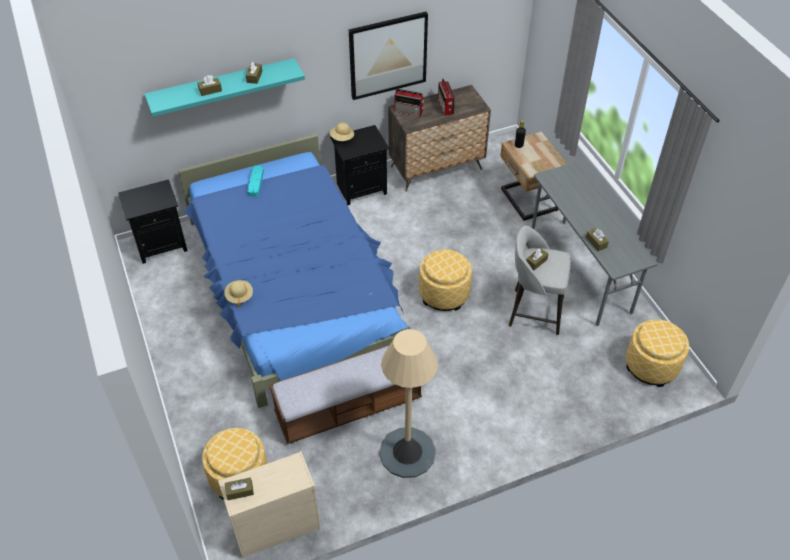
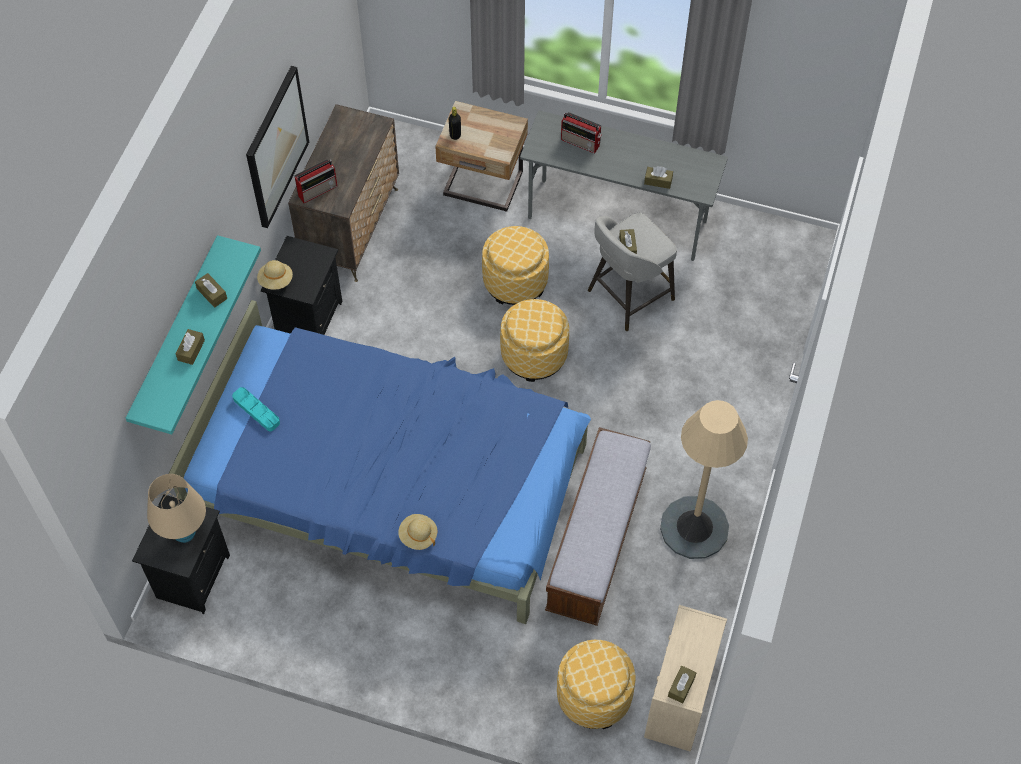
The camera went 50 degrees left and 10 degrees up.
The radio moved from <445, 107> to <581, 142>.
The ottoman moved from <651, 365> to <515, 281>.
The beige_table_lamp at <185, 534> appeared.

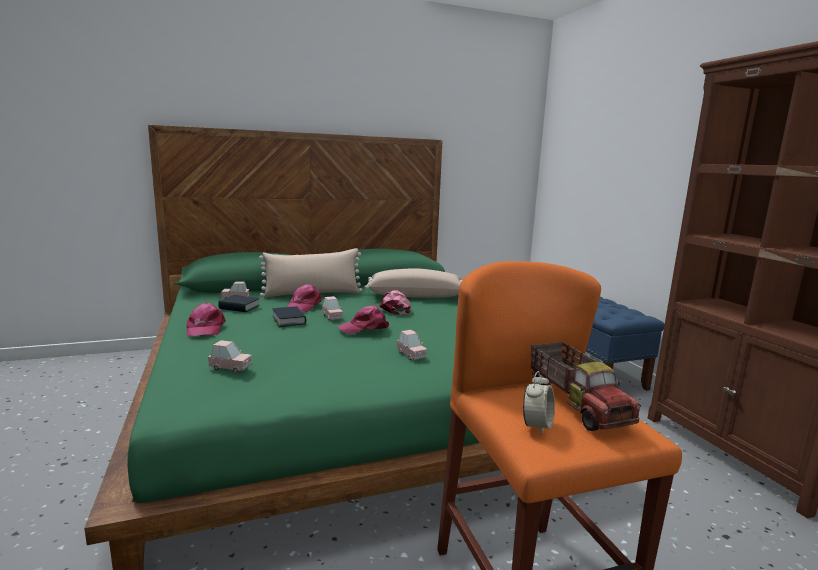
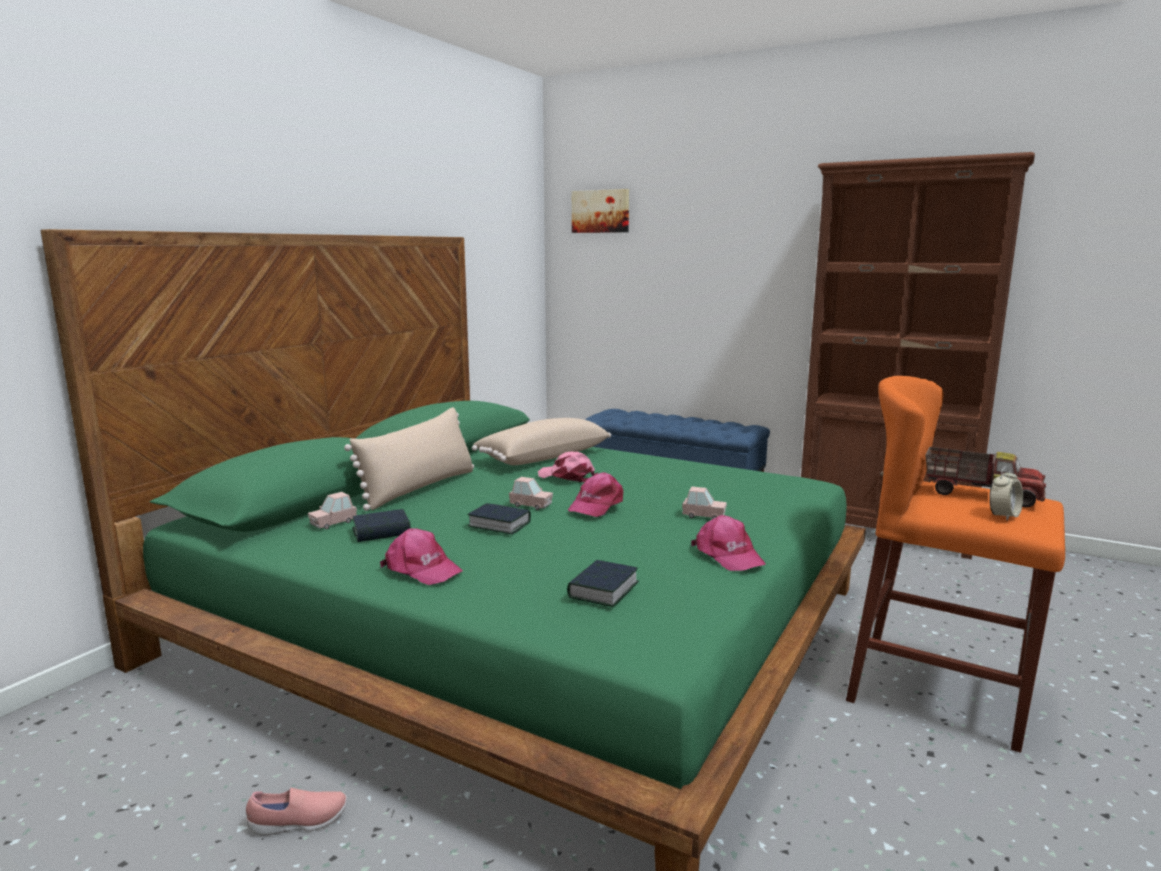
The camera went 40 degrees left and 0 degrees up.
The pink_toy_car at <230, 367> was replaced by the book at <603, 590>.
The pink_cap moved from <304, 305> to <728, 555>.
The alarm_clock at <537, 426> turned 60 degrees clockwise.
The pink_shoe at <299, 823> appeared.
The picture at <601, 211> appeared.

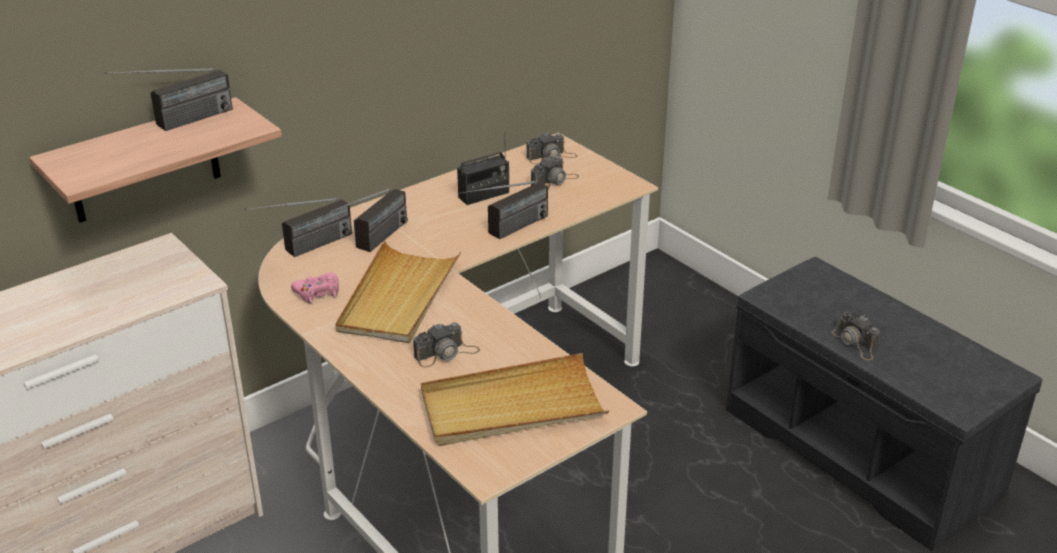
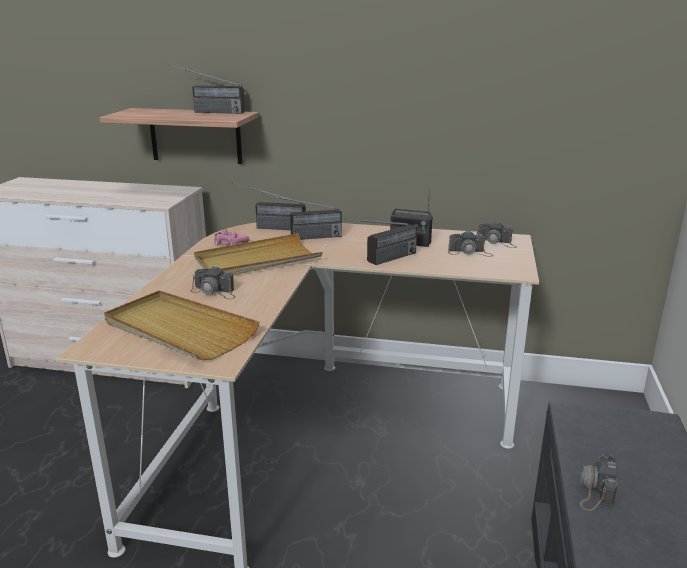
The camera went 50 degrees right and 10 degrees down.
The radio at <506, 231> turned 45 degrees counterclockwise.

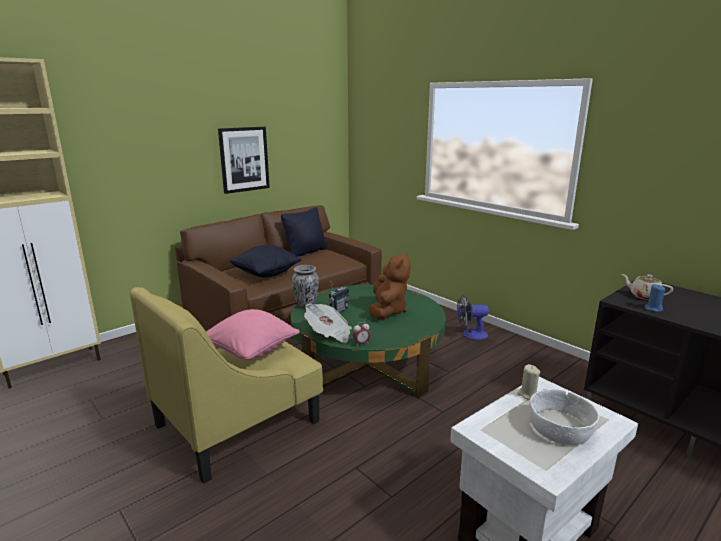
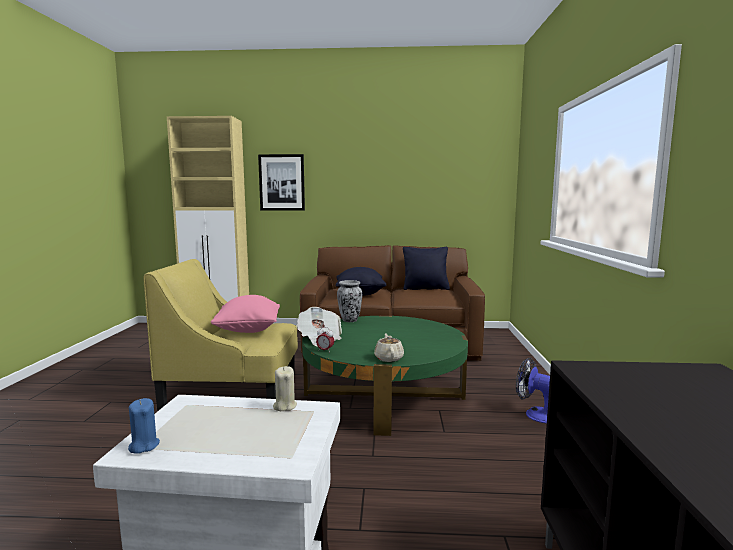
The camera went 45 degrees right and 10 degrees down.
The picture moved from <244, 159> to <282, 182>.
The radio at <339, 311> disappeared.
The brown_plush_toy at <387, 311> disappeared.
The white_bowl at <560, 428> disappeared.
The beige_teapot moved from <644, 296> to <389, 358>.
The blue_candle moved from <653, 309> to <144, 446>.

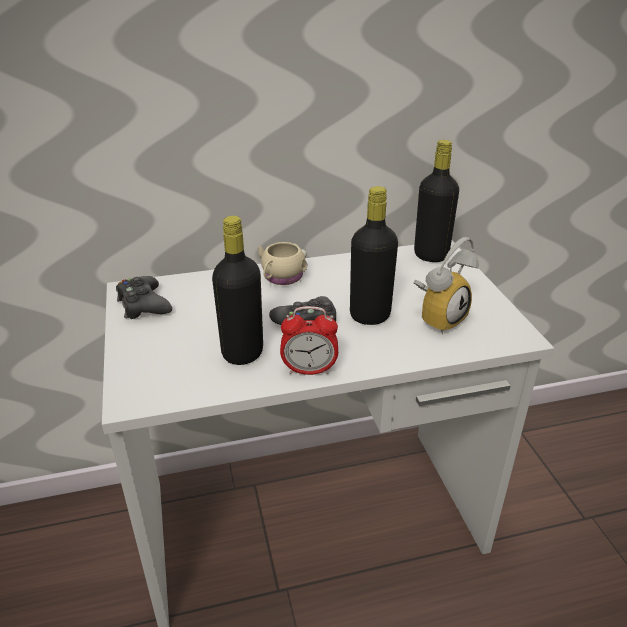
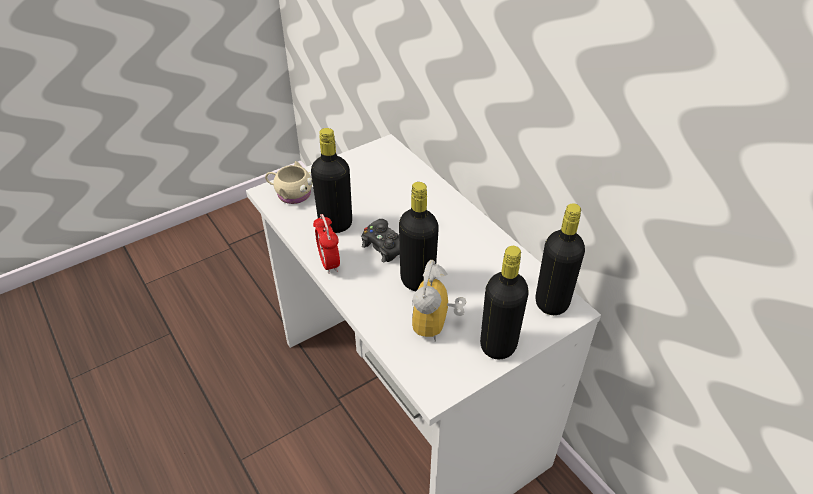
The camera went 70 degrees right and 10 degrees up.
The black_game_controller at <143, 305> disappeared.
The beige_mug moved from <281, 278> to <291, 194>.
The alarm_clock at <438, 318> turned 75 degrees clockwise.
The black_bottle at <498, 345> appeared.

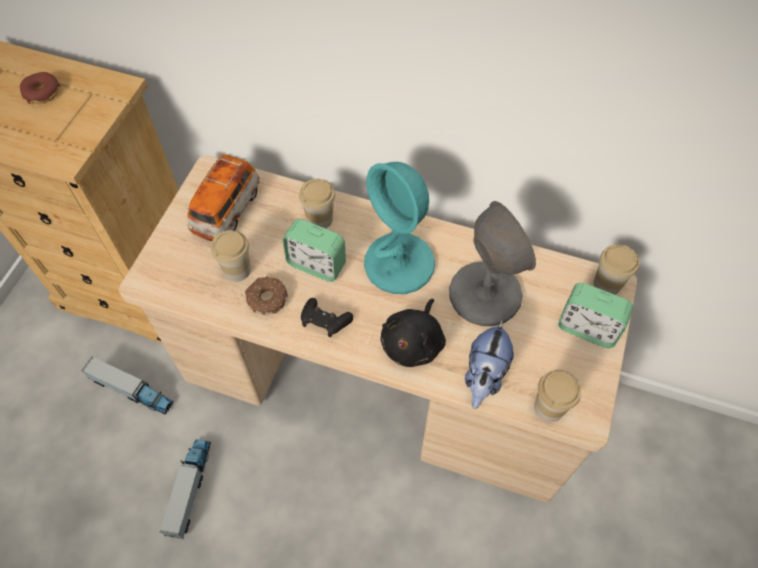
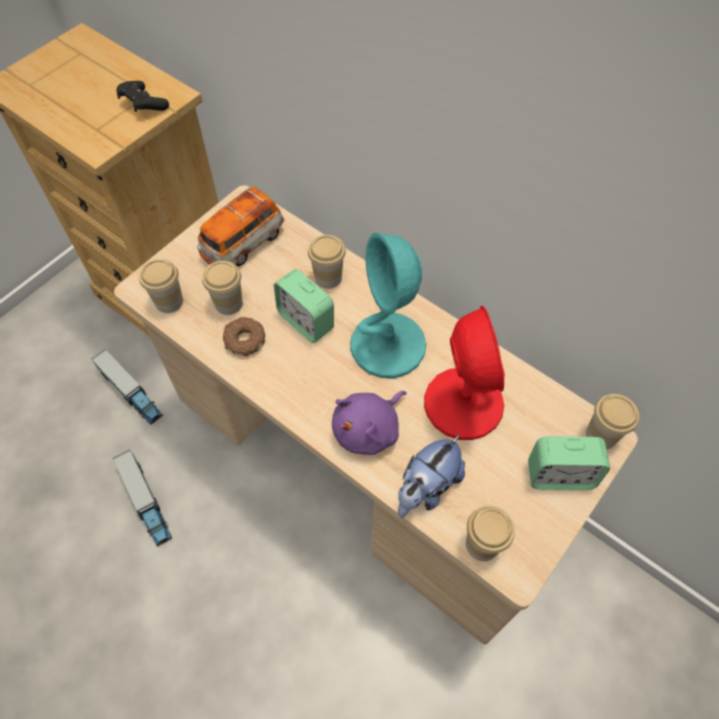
The camera went 20 degrees right and 0 degrees up.
The donut at <42, 92> disappeared.
The toy_truck at <190, 489> turned 120 degrees clockwise.
The black_game_controller moved from <325, 322> to <143, 105>.
The black_plush_toy at <413, 342> became the purple_plush_toy at <369, 429>.
The grey_table_lamp at <484, 294> became the red_table_lamp at <463, 404>.
The alarm_clock at <587, 328> turned 45 degrees counterclockwise.
The cup at <169, 301> appeared.

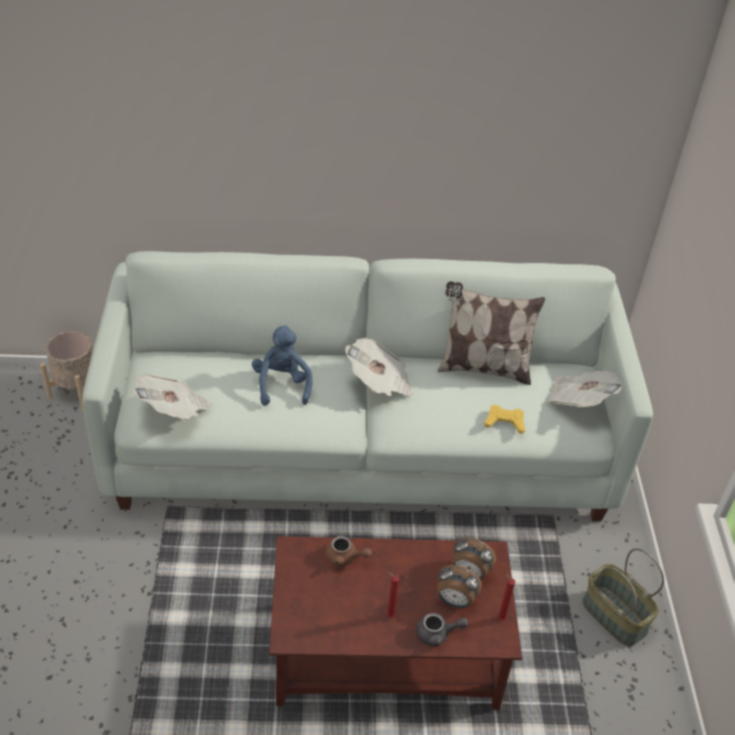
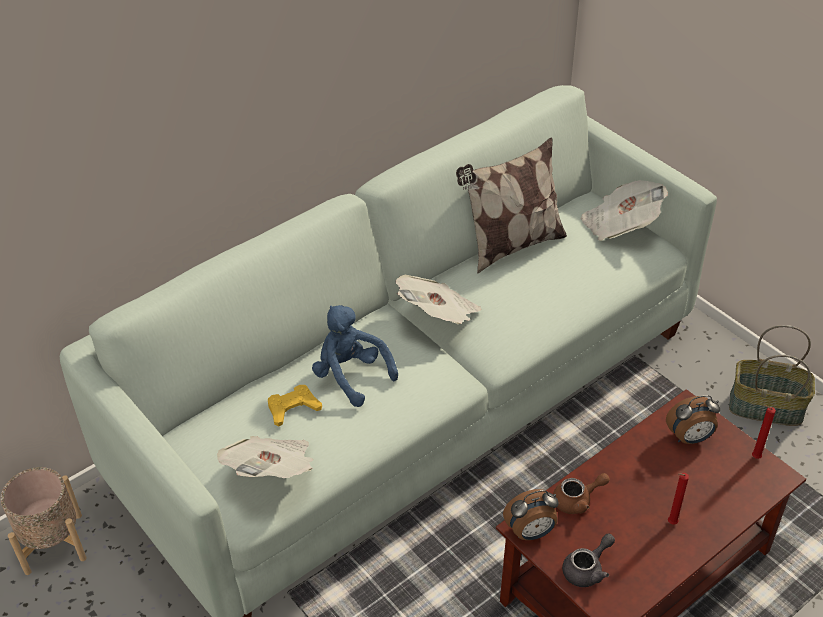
The camera went 35 degrees left and 0 degrees up.
The grey_teapot moved from <437, 634> to <587, 569>.
The alarm_clock moved from <454, 601> to <531, 532>.
The yellow_game_controller moved from <505, 422> to <293, 408>.

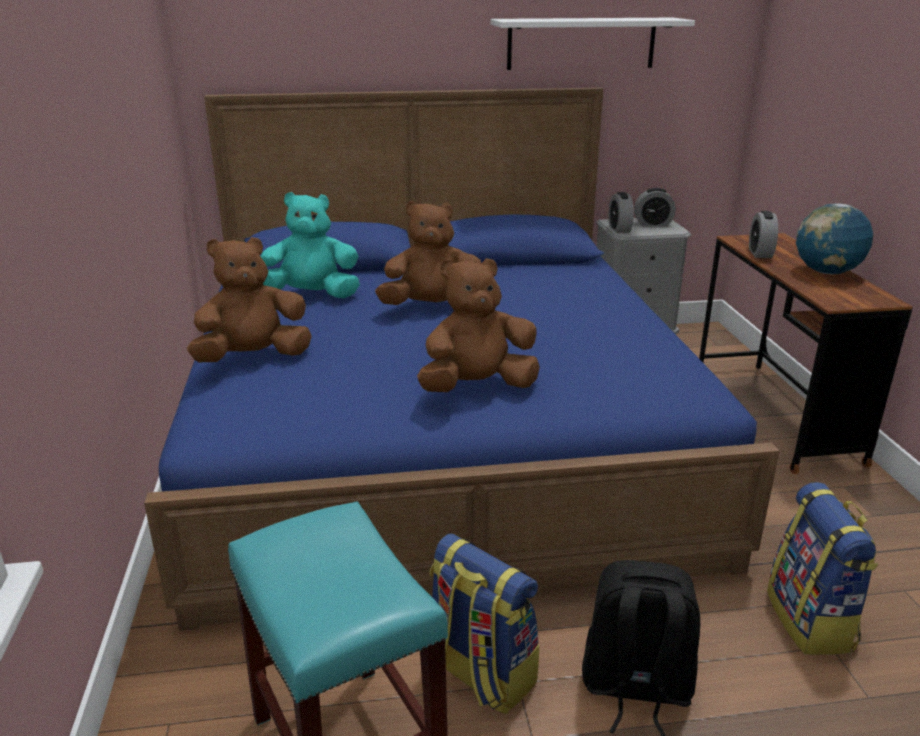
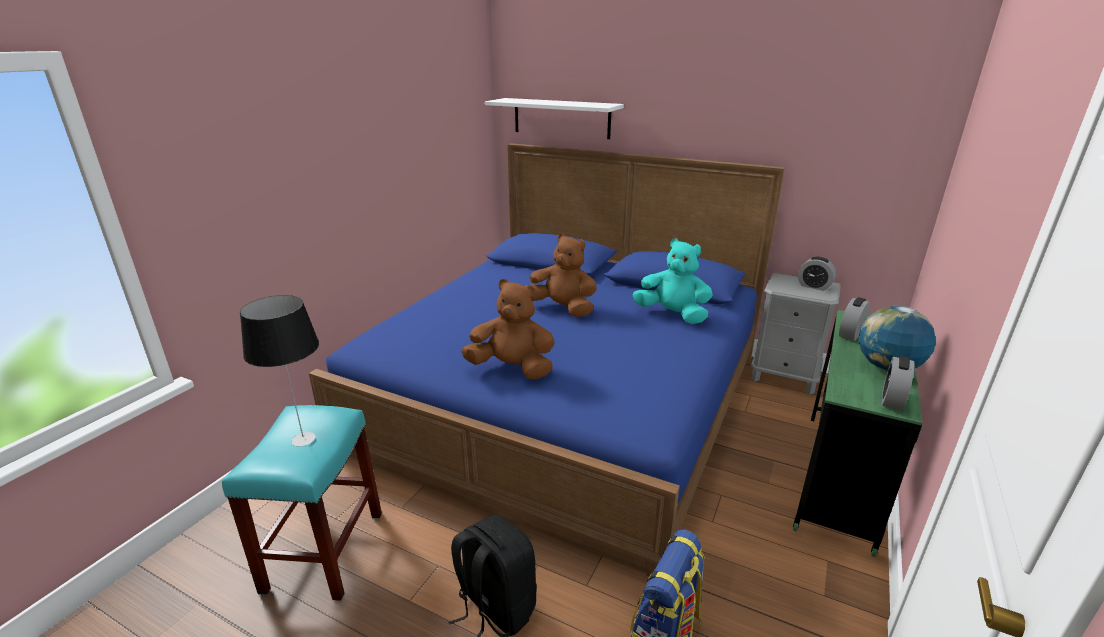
The camera went 35 degrees right and 0 degrees up.
The brown_plush_toy at <253, 357> disappeared.
The turquoise_plush_toy moved from <311, 295> to <672, 315>.
The backpack at <479, 674> disappeared.
The white_shelf moved from <581, 43> to <561, 118>.
The alarm_clock moved from <619, 229> to <892, 400>.
The brown_desk at <774, 414> became the green_desk at <838, 478>.
The table_lamp at <304, 439> appeared.

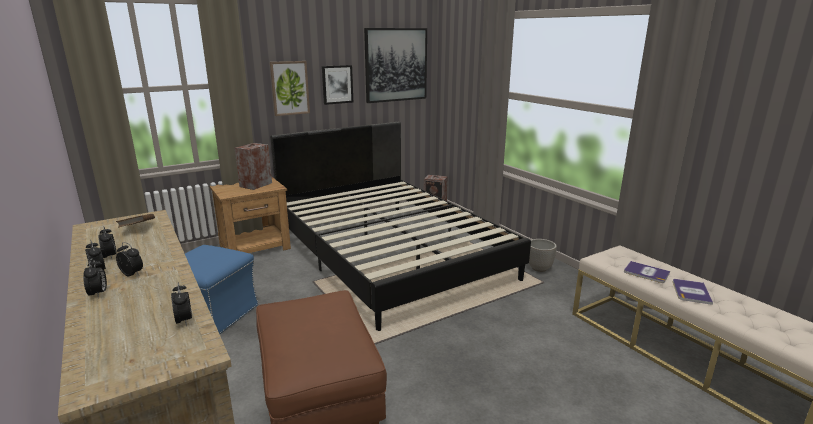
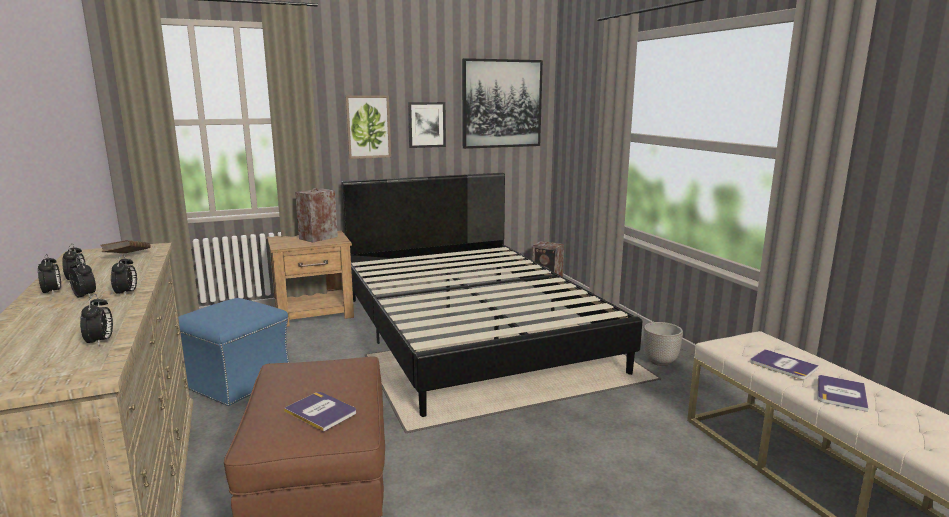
The camera went 10 degrees right and 5 degrees down.
The alarm_clock moved from <98, 293> to <127, 293>.
The book at <321, 412> appeared.

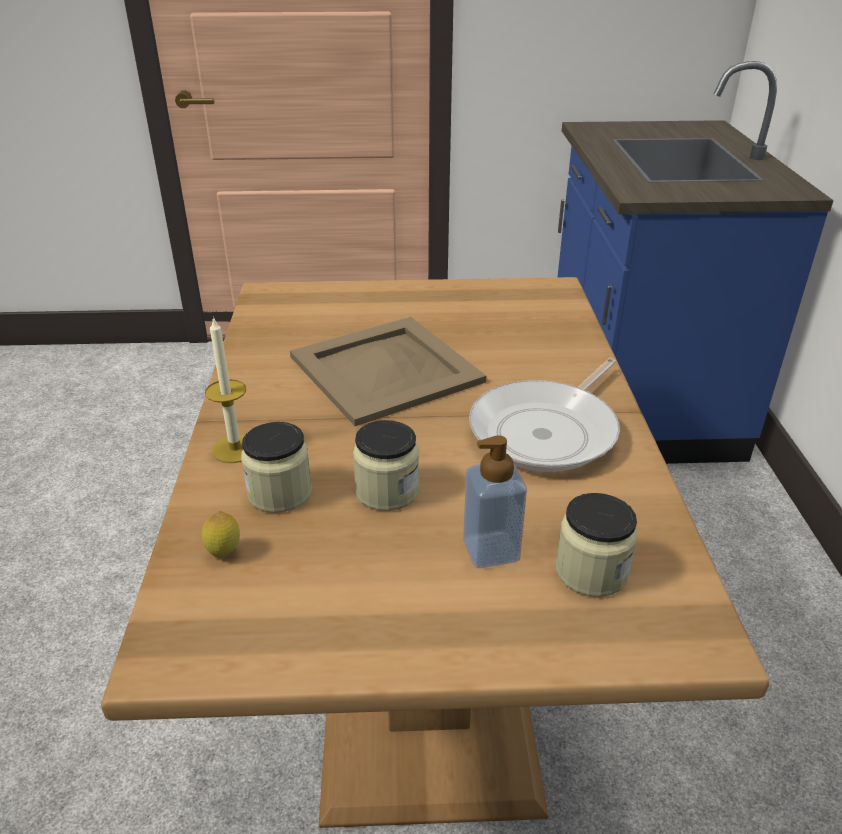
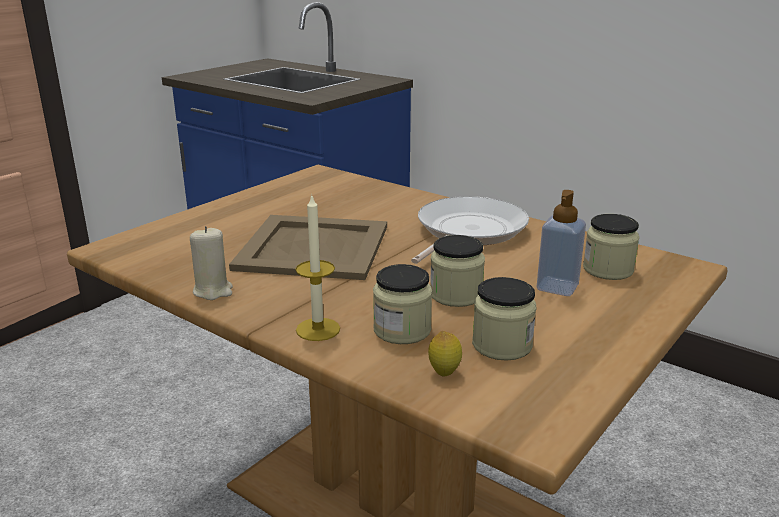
The camera went 50 degrees left and 10 degrees down.
The frying_pan at <548, 431> turned 135 degrees counterclockwise.
The beige_candle at <213, 291> appeared.
The jar at <502, 345> appeared.

